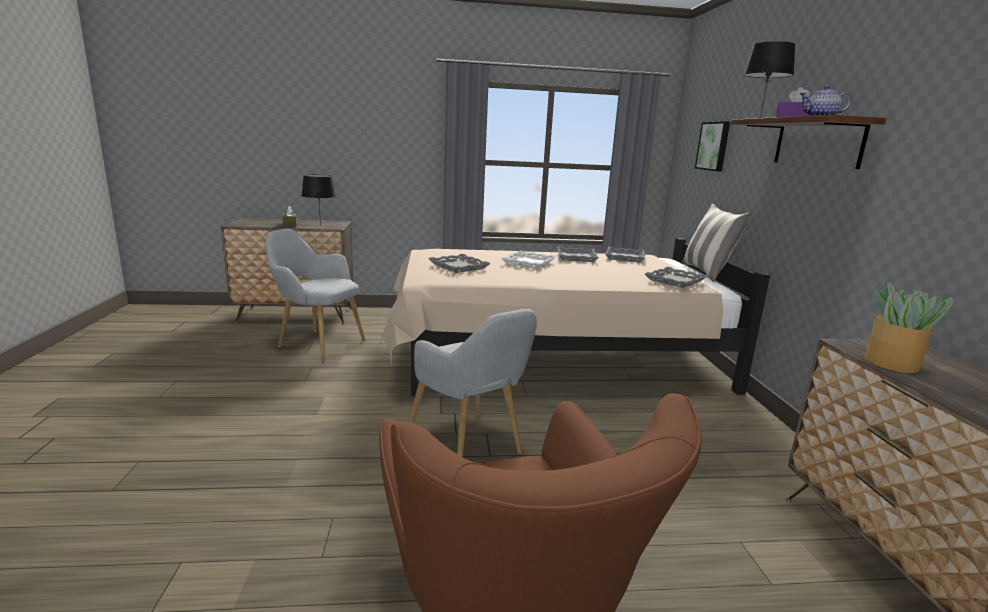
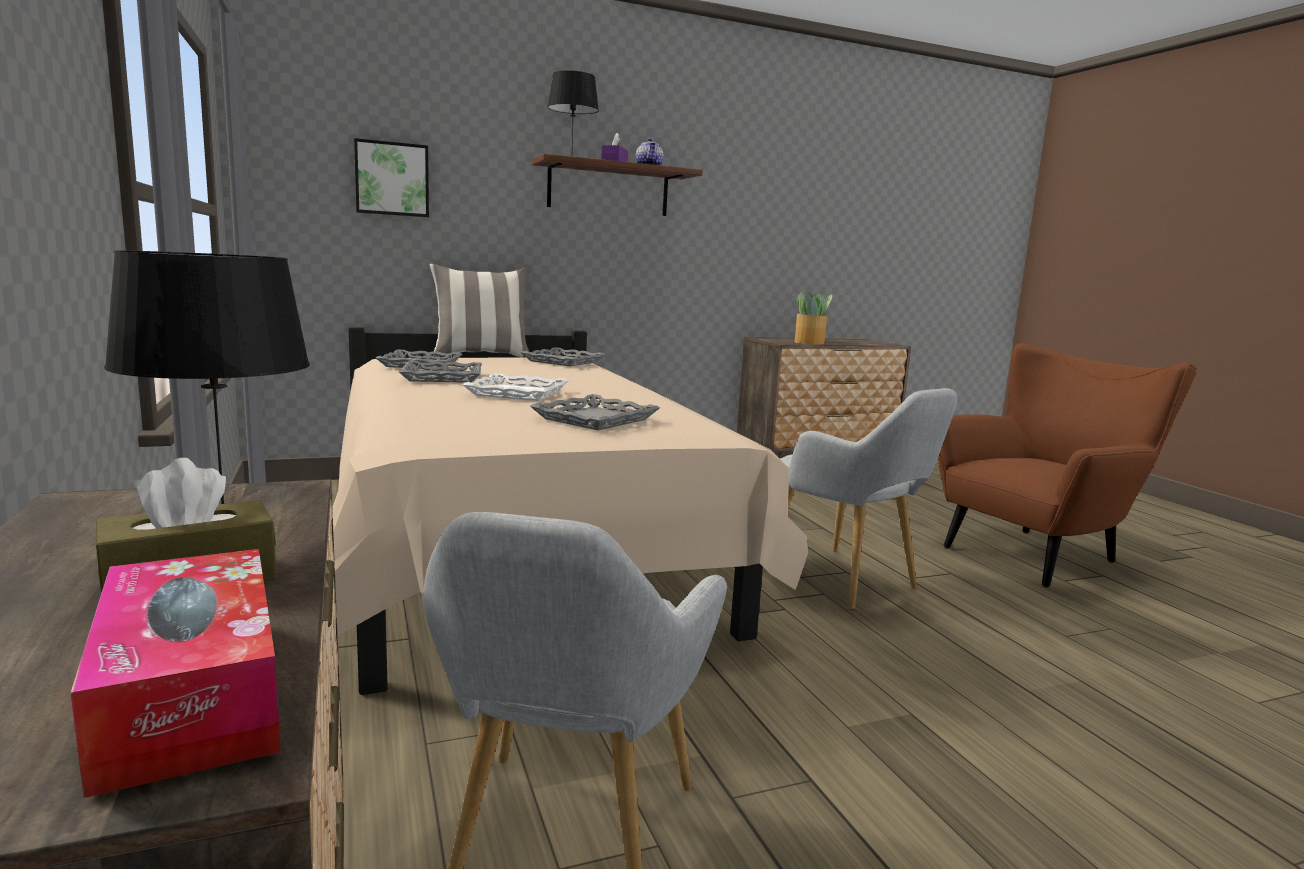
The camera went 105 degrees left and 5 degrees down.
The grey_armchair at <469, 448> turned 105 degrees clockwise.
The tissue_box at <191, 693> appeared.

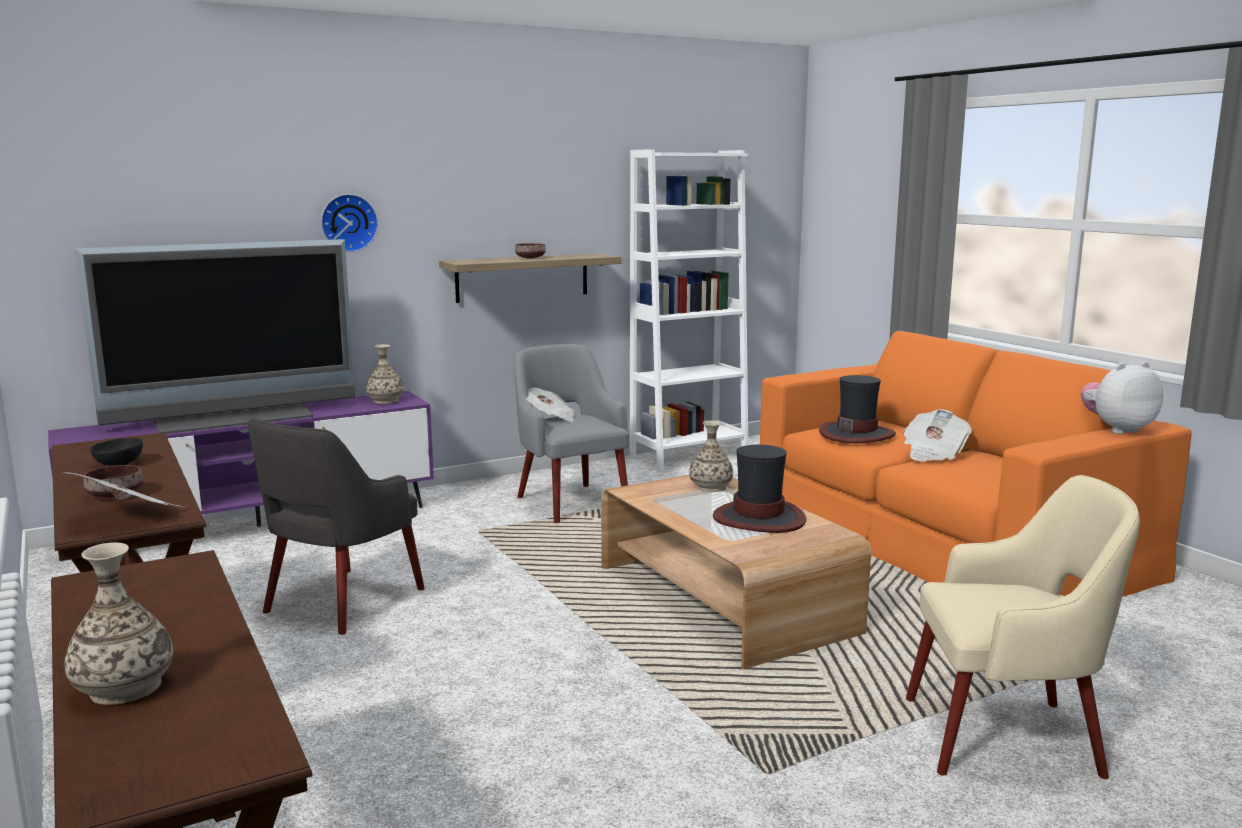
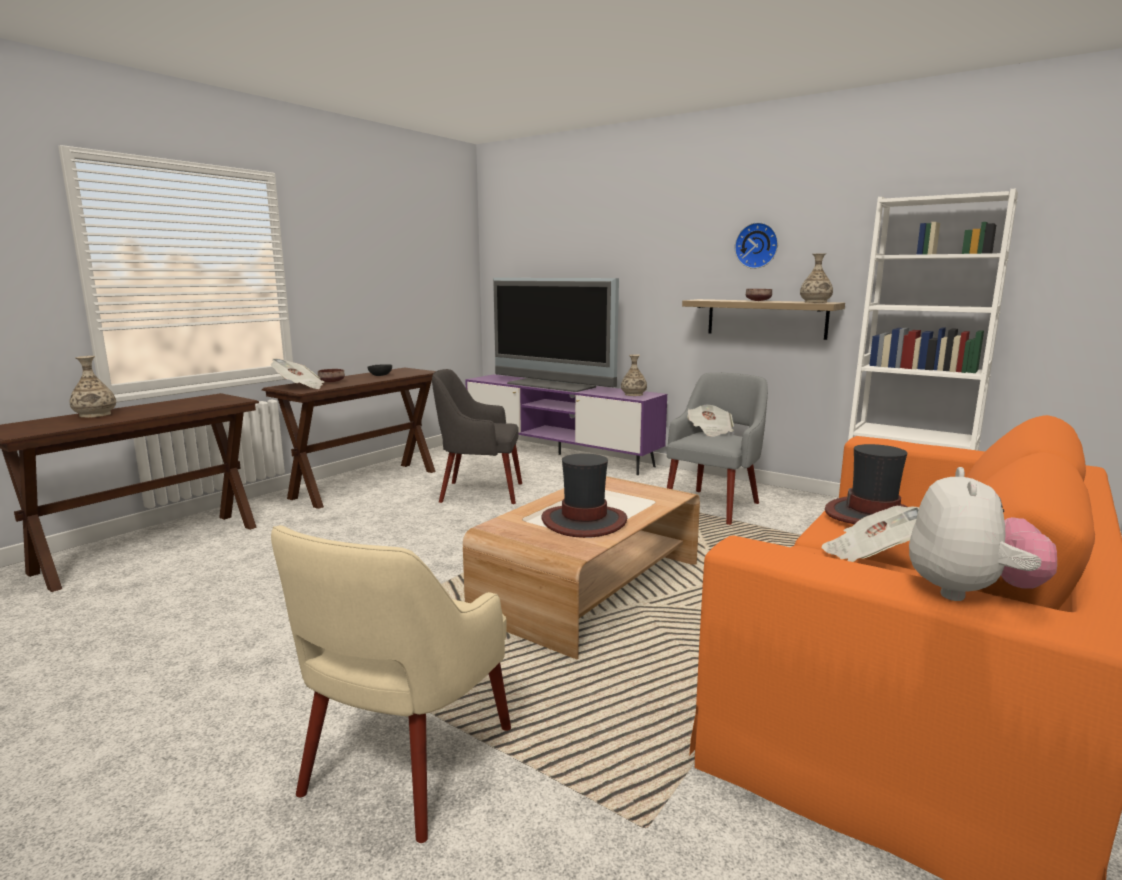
The camera went 65 degrees right and 0 degrees up.
The wall_clock moved from <348, 222> to <757, 245>.
The vase moved from <711, 487> to <815, 302>.
The beige_armchair at <1005, 736> turned 45 degrees clockwise.
The plush_toy at <1117, 429> turned 60 degrees clockwise.

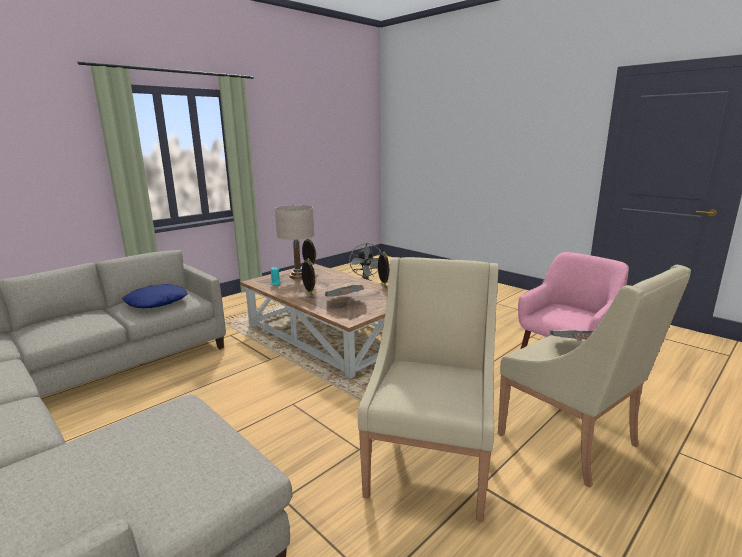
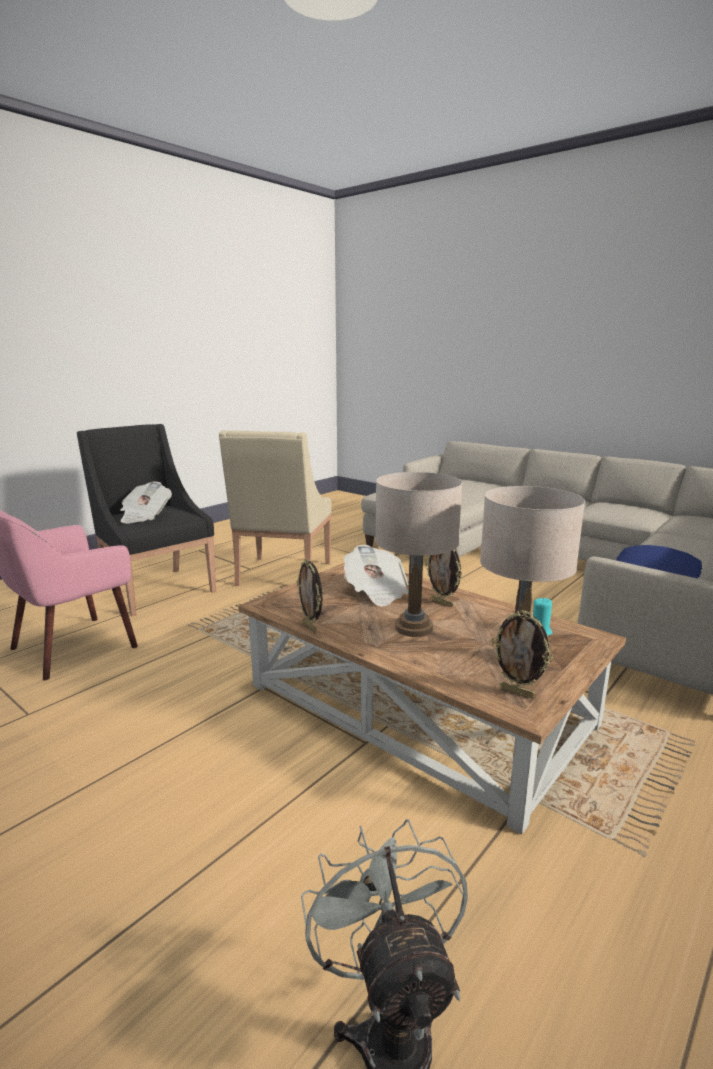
The camera went 175 degrees right and 0 degrees up.
The beige_armchair at <572, 441> became the black_armchair at <156, 589>.
The beige_table_lamp at <414, 628> appeared.

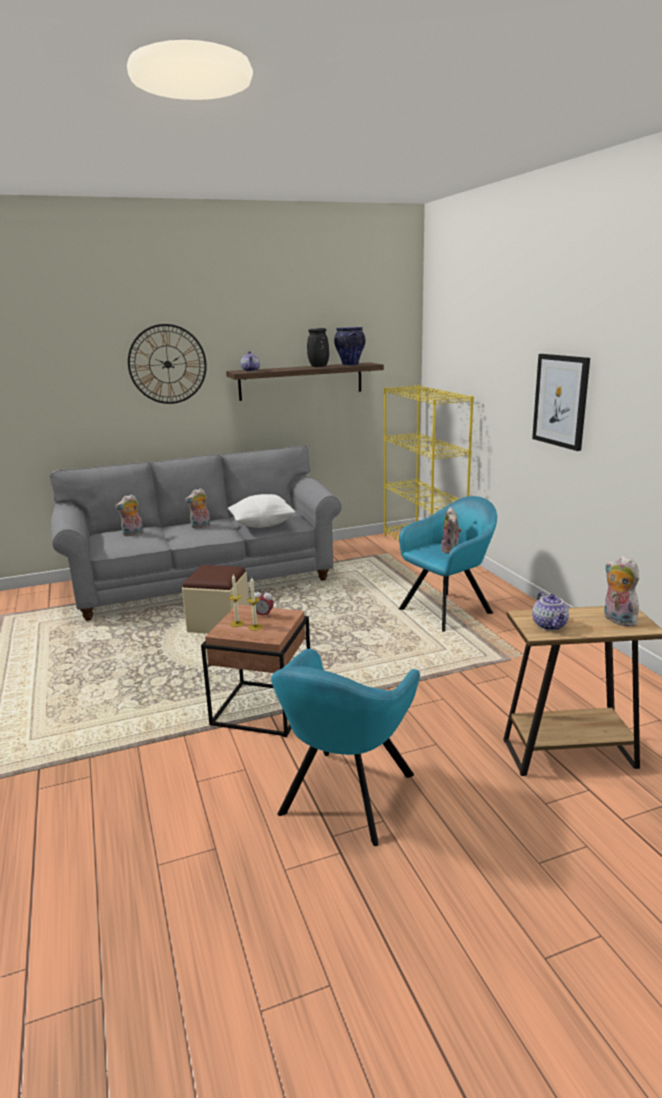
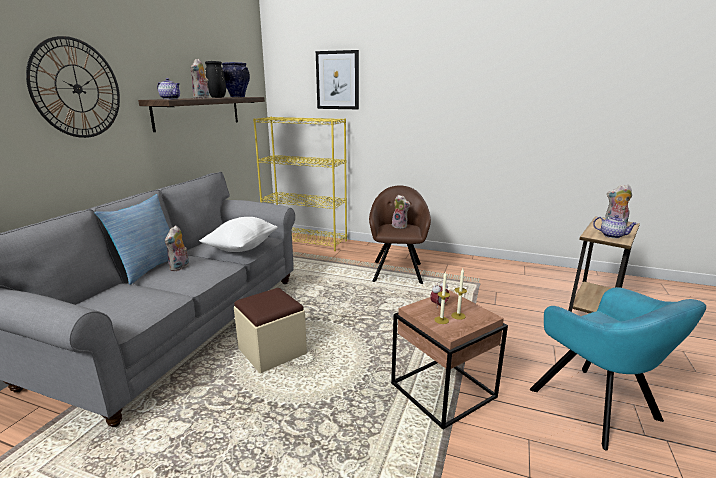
The camera went 50 degrees left and 0 degrees up.
The plush_toy moved from <132, 534> to <202, 98>.
The turquoise_armchair at <448, 610> became the brown_armchair at <397, 271>.
The picture moved from <561, 401> to <337, 80>.
The pillow at <149, 268> appeared.

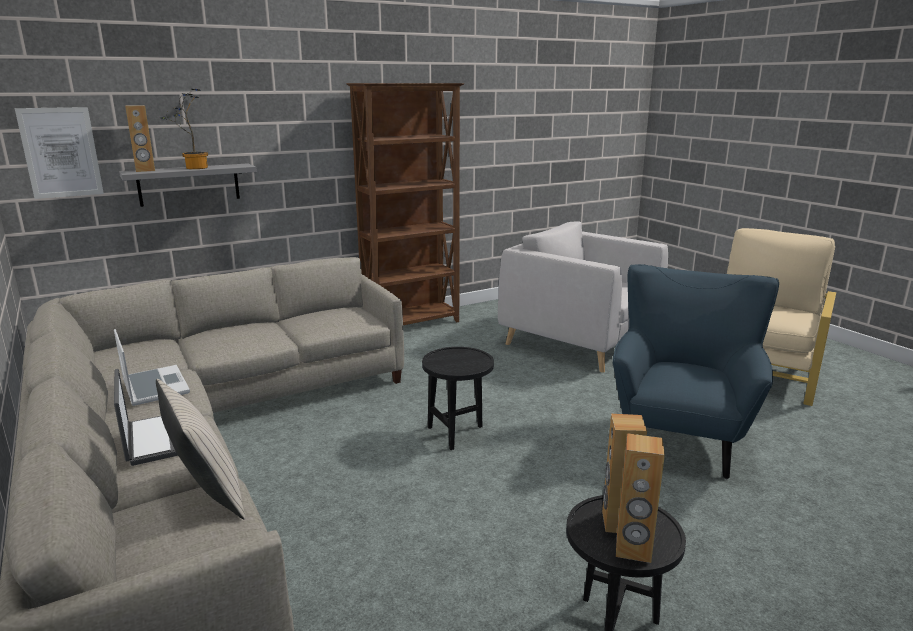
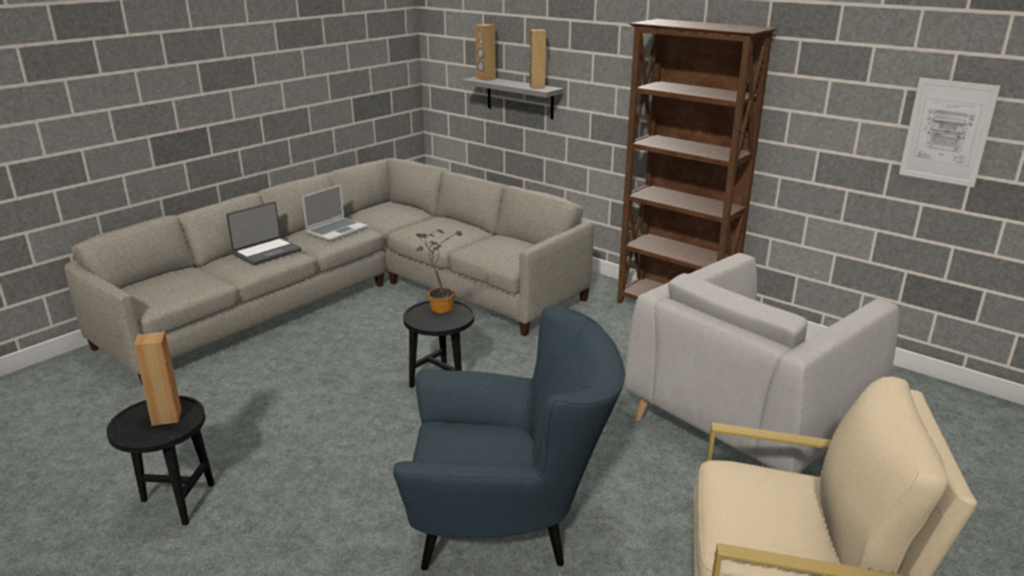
The camera went 70 degrees right and 5 degrees up.
The picture moved from <61, 152> to <947, 132>.
The beige_pillow at <207, 495> disappeared.
The potted_plant moved from <193, 168> to <439, 307>.
The grey_armchair at <580, 340> turned 150 degrees counterclockwise.
The brown_speaker moved from <633, 550> to <537, 87>.

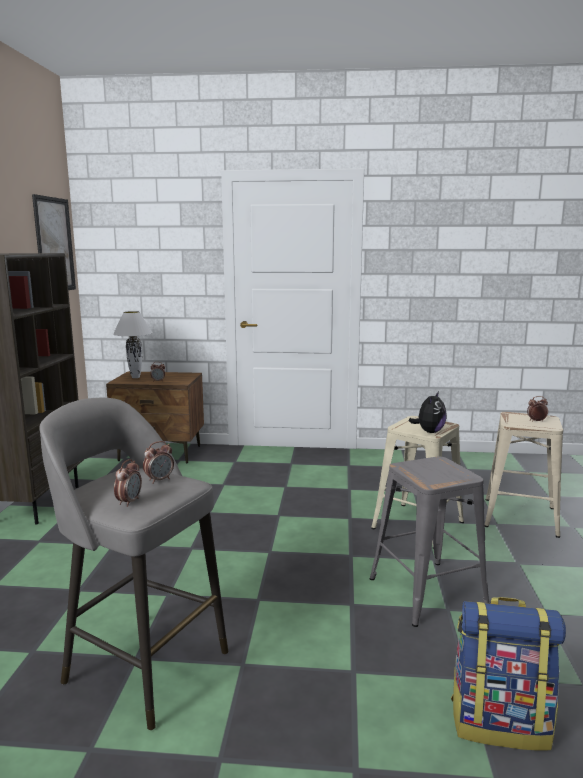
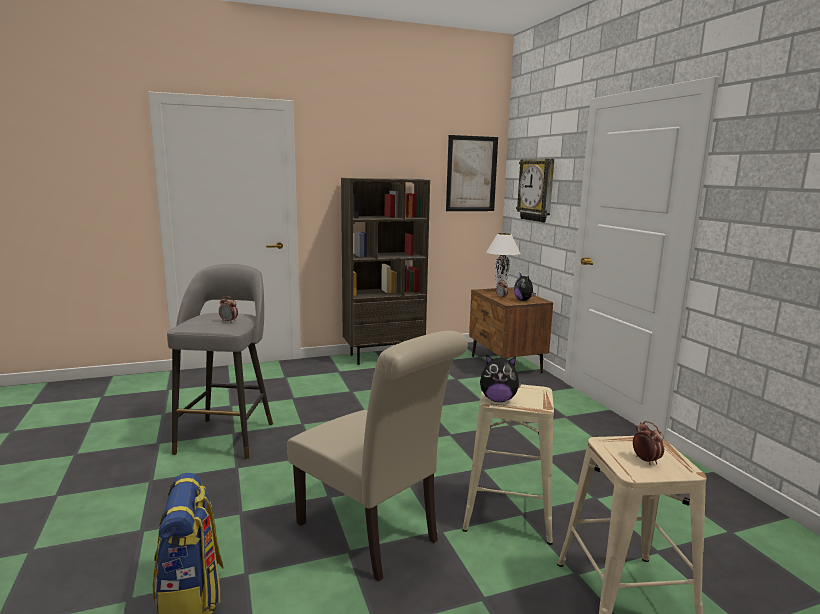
The camera went 65 degrees right and 0 degrees up.
The alarm_clock at <129, 502> disappeared.
The grey_stool at <428, 591> was replaced by the beige_chair at <373, 535>.
The plush_toy at <524, 300> appeared.
The wall_clock at <537, 190> appeared.

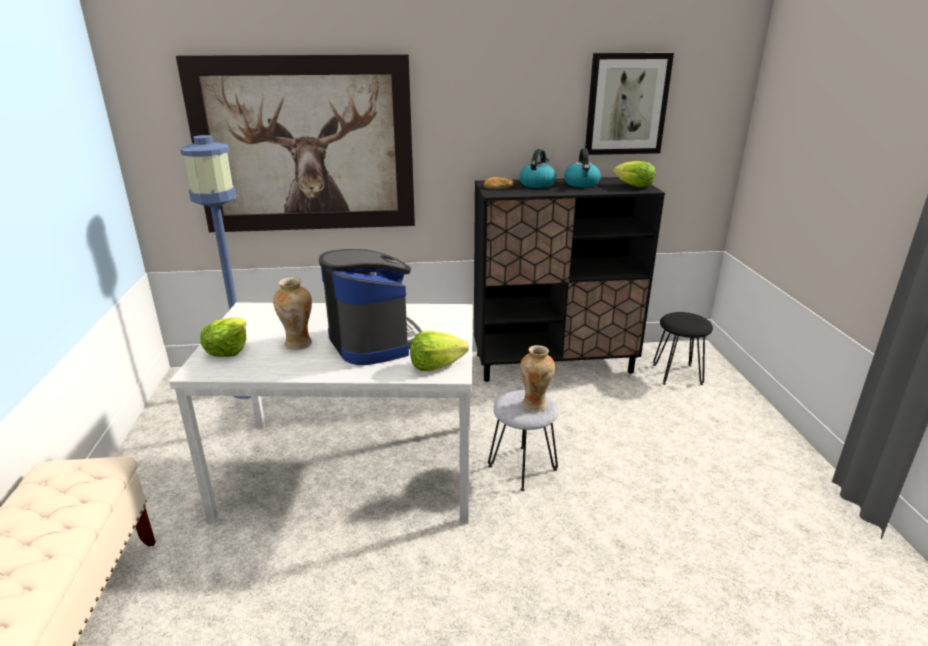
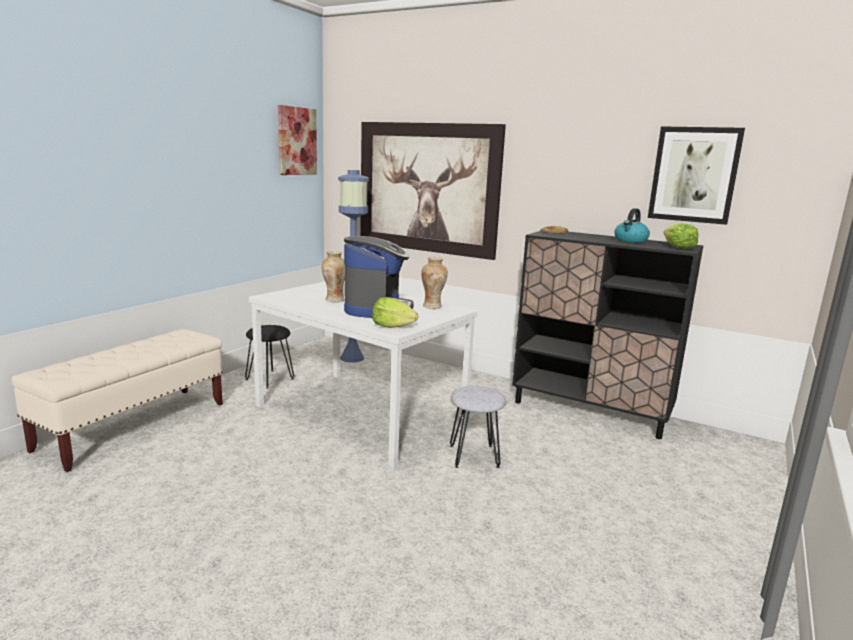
The camera went 35 degrees right and 10 degrees down.
The lettuce at <227, 350> disappeared.
The kettle at <537, 184> disappeared.
The vase moved from <535, 405> to <433, 306>.
The black_stool moved from <677, 374> to <270, 379>.
The picture at <296, 141> appeared.

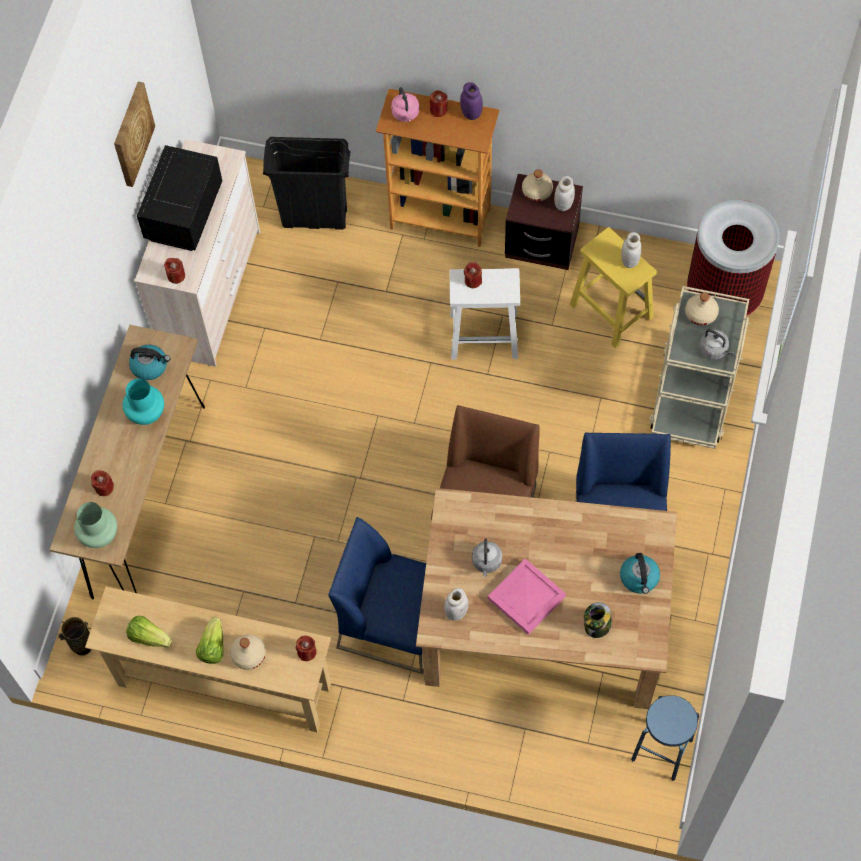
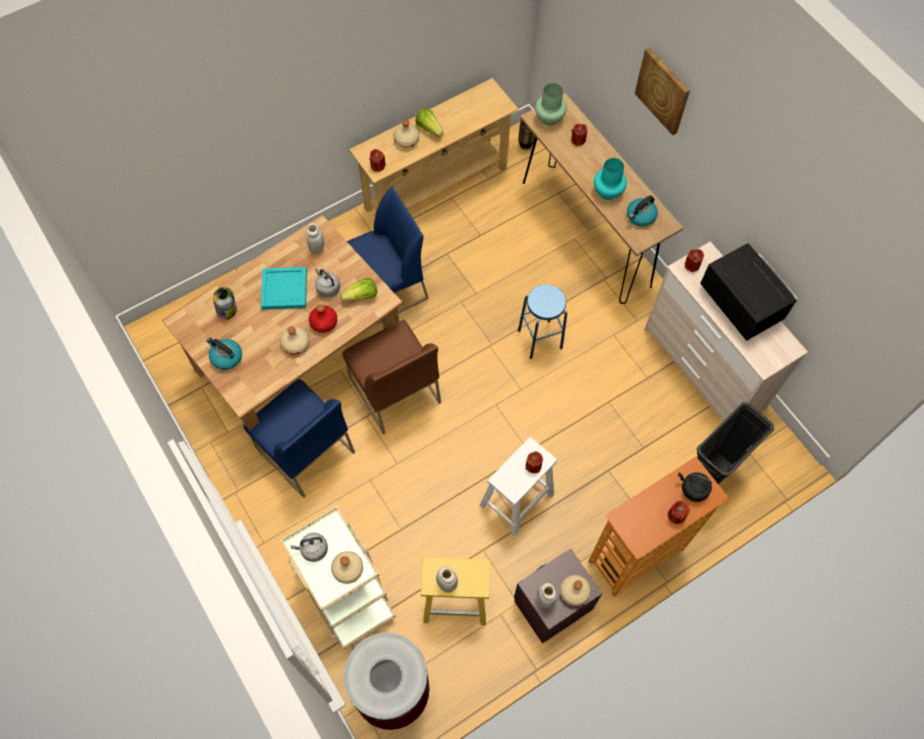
The camera went 130 degrees right and 0 degrees up.
The picture moved from <131, 134> to <663, 90>.
The lettuce moved from <149, 636> to <362, 296>.
The pink_kettle at <406, 114> became the black_kettle at <692, 489>.
The purple_jar at <471, 113> disappeared.
The pink_tray at <526, 596> became the turquoise_tray at <285, 290>.
The blue_stool moved from <661, 750> to <540, 339>.
The beige_bottle at <296, 343> appeared.
The red_bottle at <324, 322> appeared.

